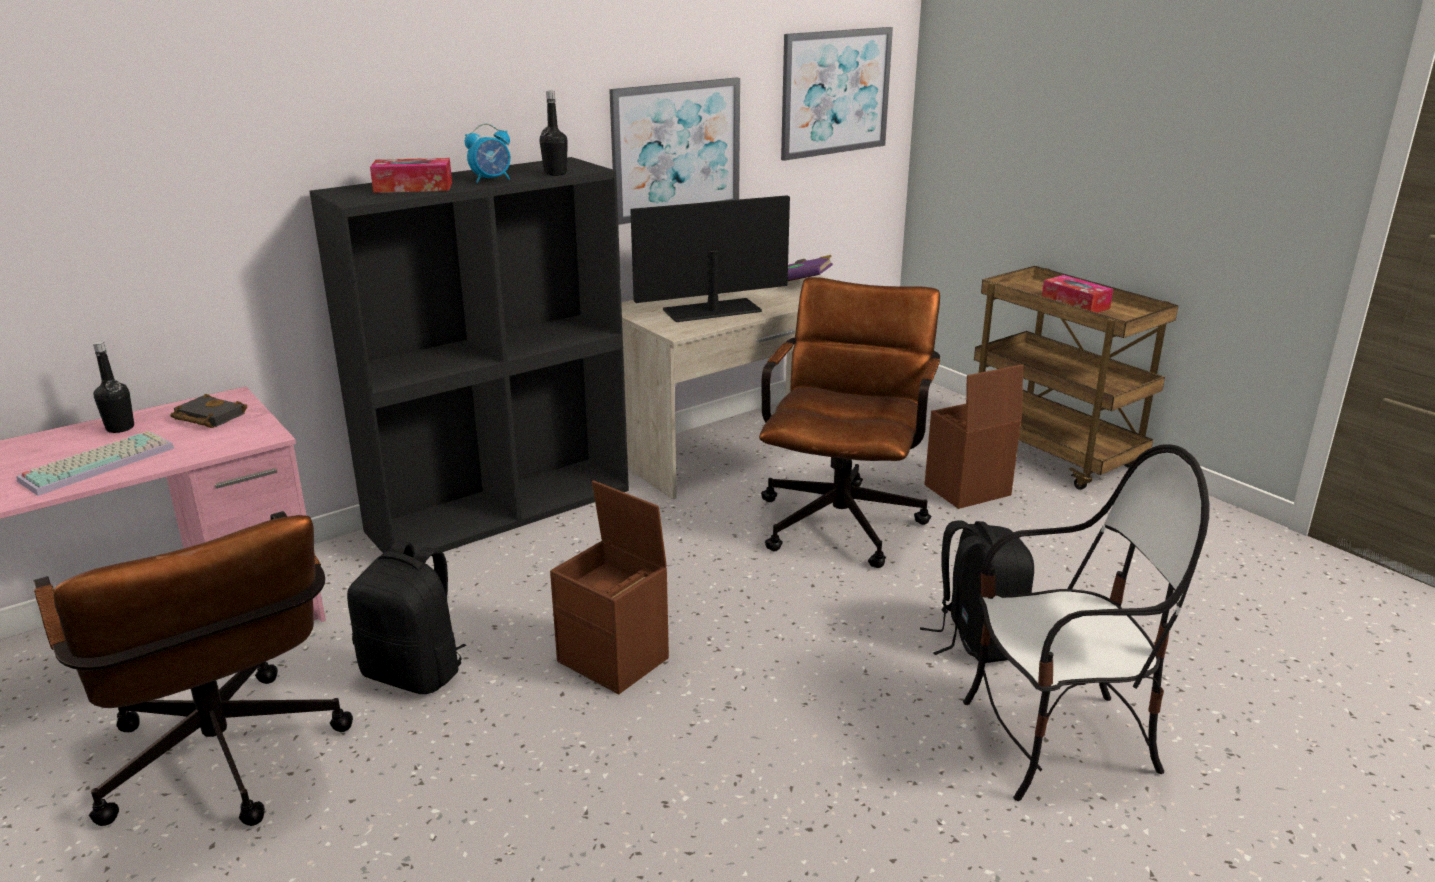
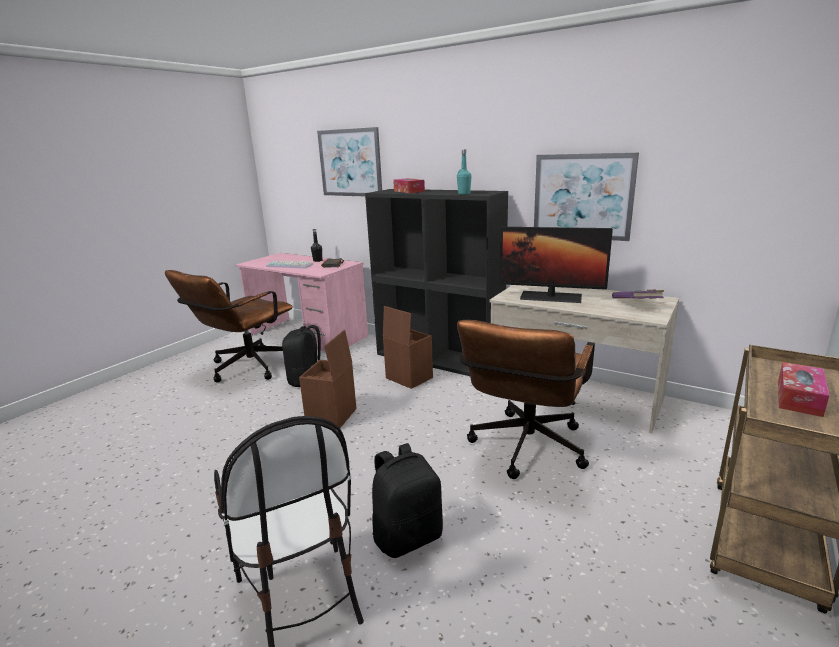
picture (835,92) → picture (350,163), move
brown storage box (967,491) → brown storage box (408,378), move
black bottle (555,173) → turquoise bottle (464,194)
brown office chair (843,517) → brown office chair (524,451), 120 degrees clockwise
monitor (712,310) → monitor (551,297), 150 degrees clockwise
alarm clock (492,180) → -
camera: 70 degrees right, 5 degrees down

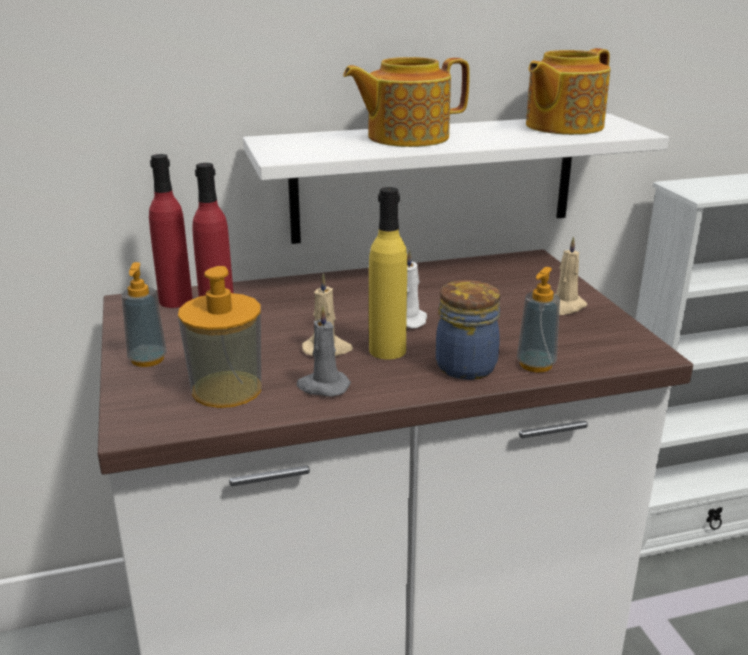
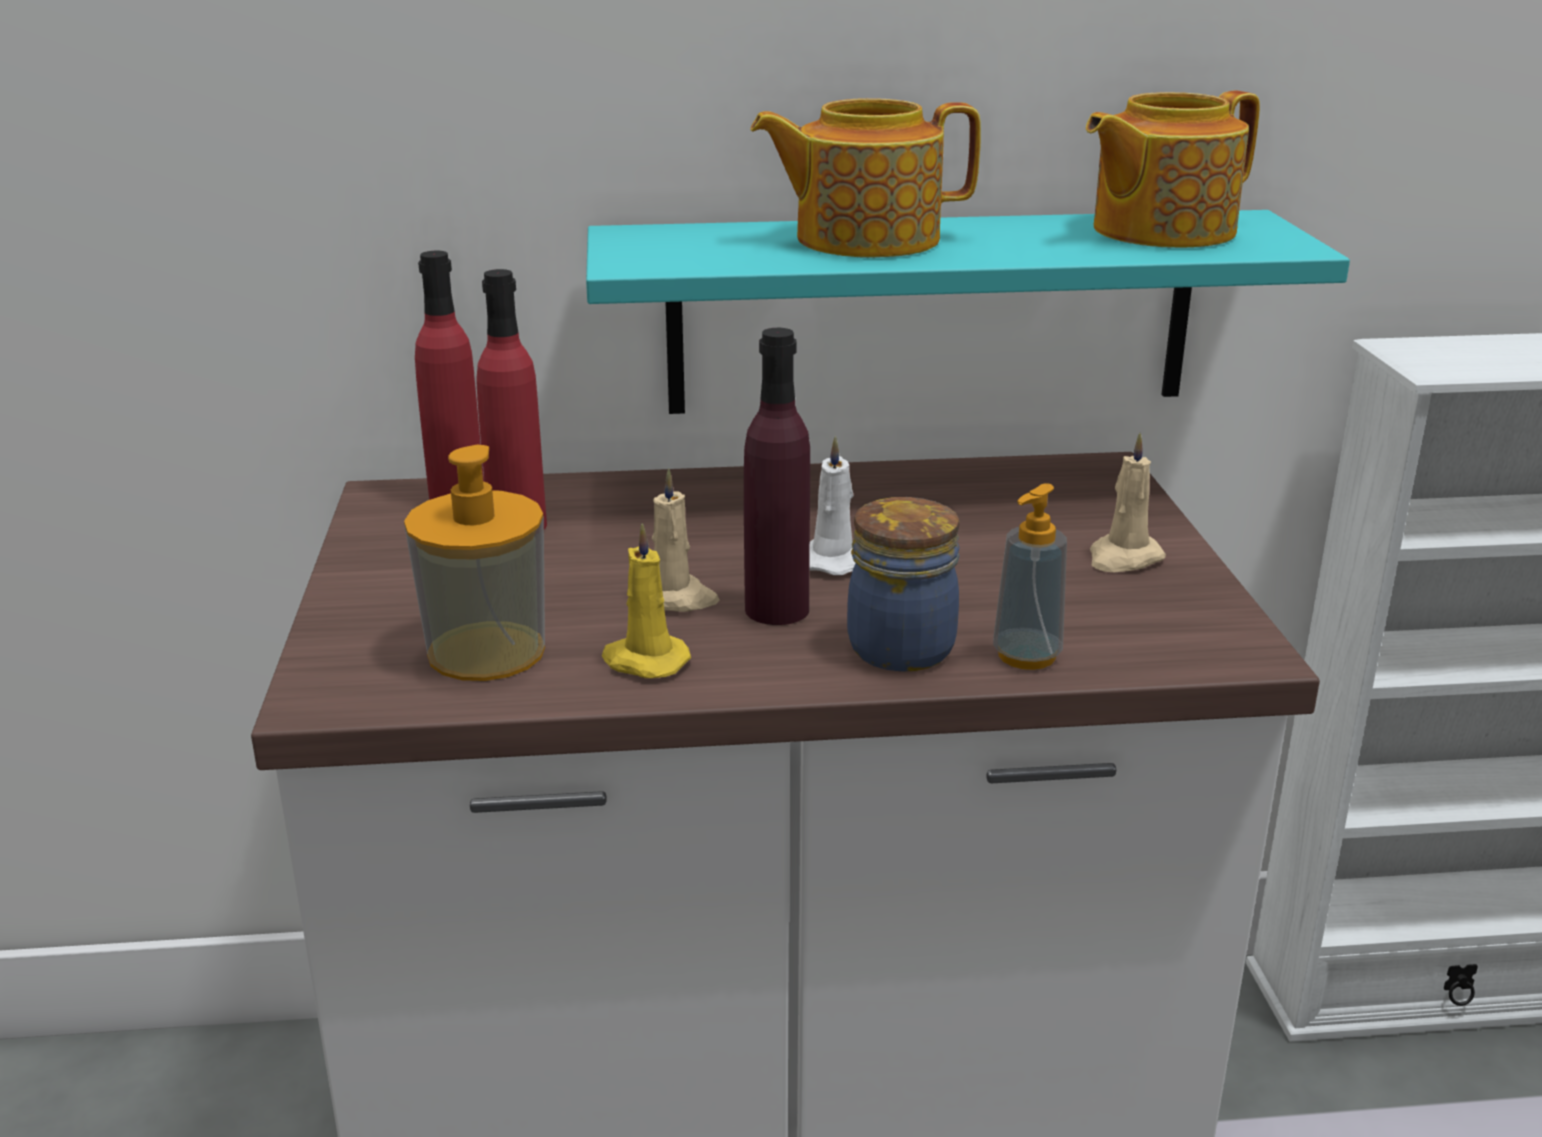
white shelf (435,178) → turquoise shelf (930,312)
grey candle (322,386) → yellow candle (644,661)
yellow bottle (387,350) → purple bottle (776,609)
soap dispenser (147,359) → -
camera: 10 degrees right, 0 degrees up

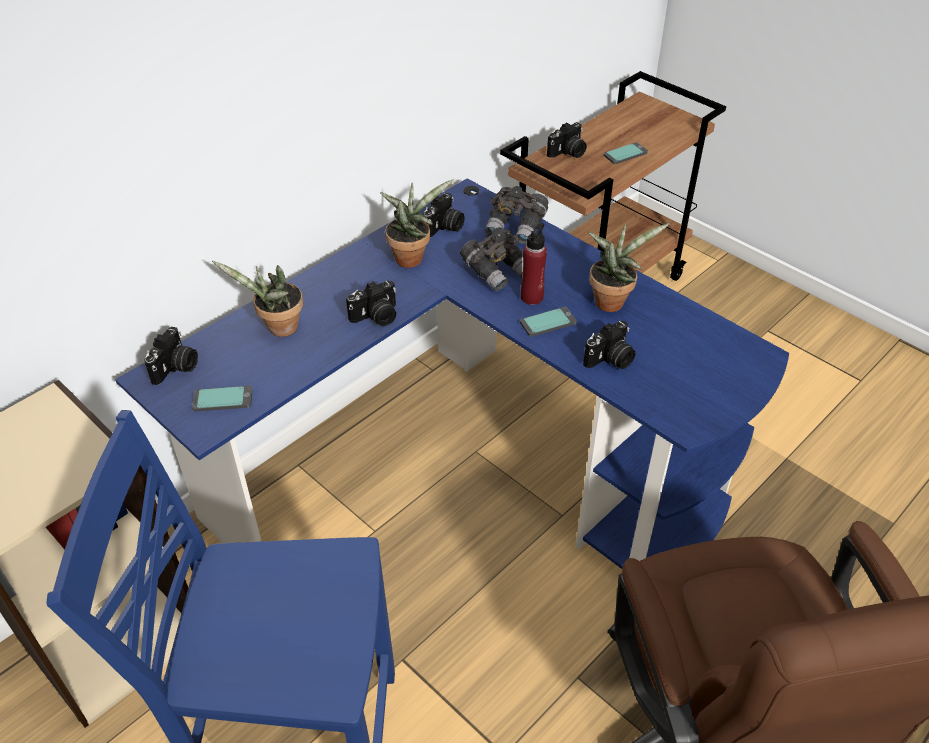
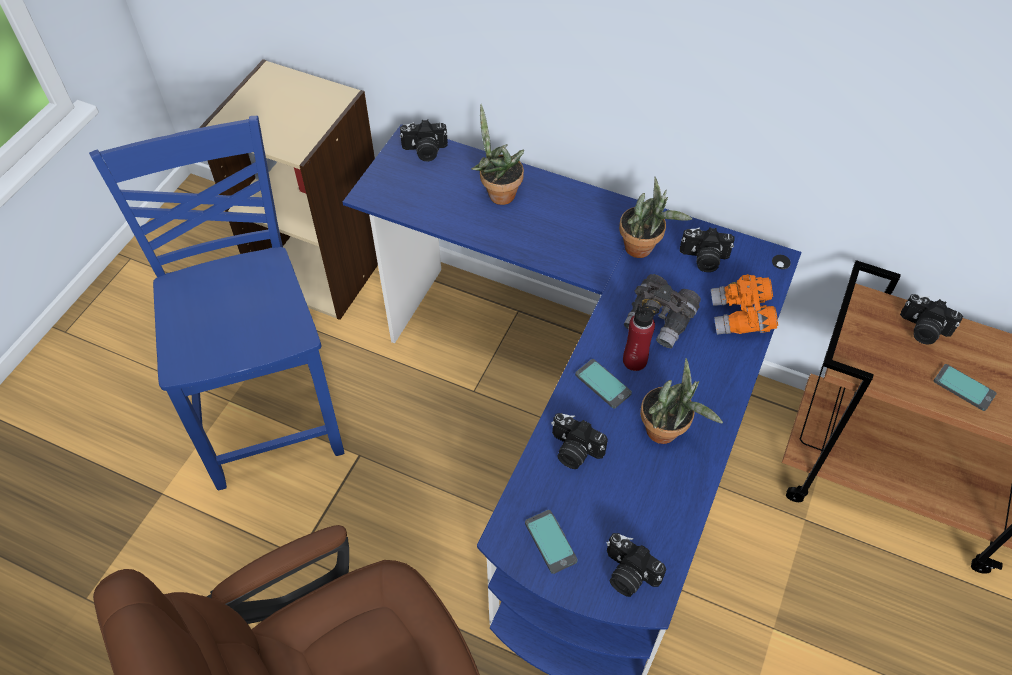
phone (223,399) → phone (551,541), move
photo camera (376,317) → photo camera (627,574), move
grey binoculars (516,227) → orange binoculars (741,317)
camera: 70 degrees right, 10 degrees up

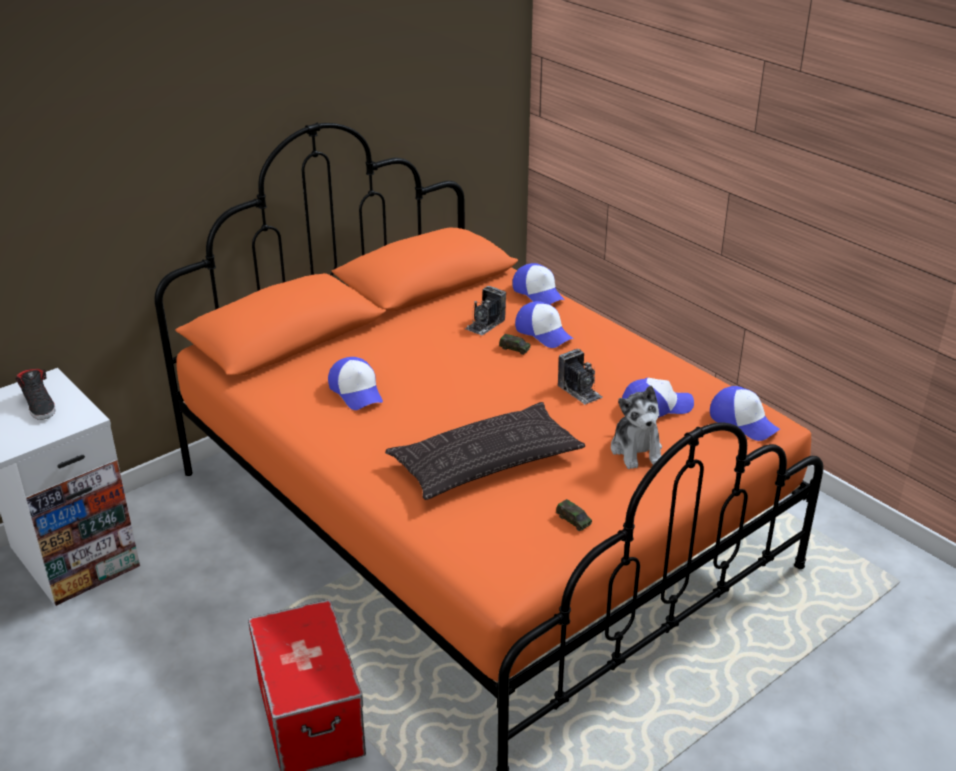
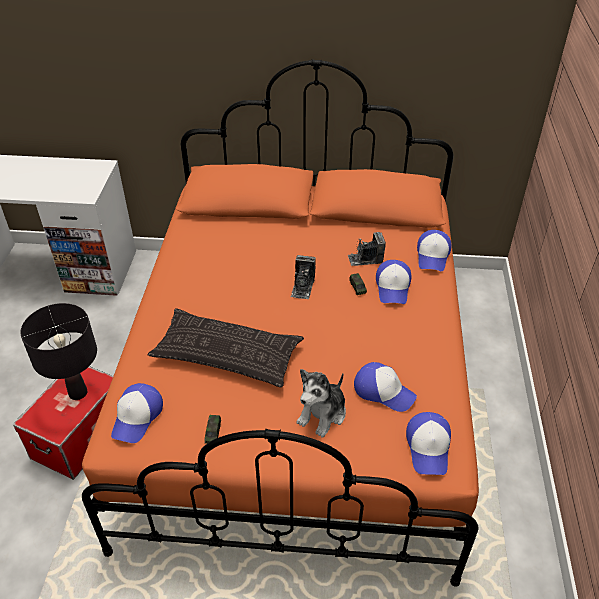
- → black table lamp (78,393)
cap (357,391) → cap (137,417), move
photo camera (579,391) → photo camera (303,287), move
black shoe (39,405) → -
camera: 45 degrees right, 10 degrees up

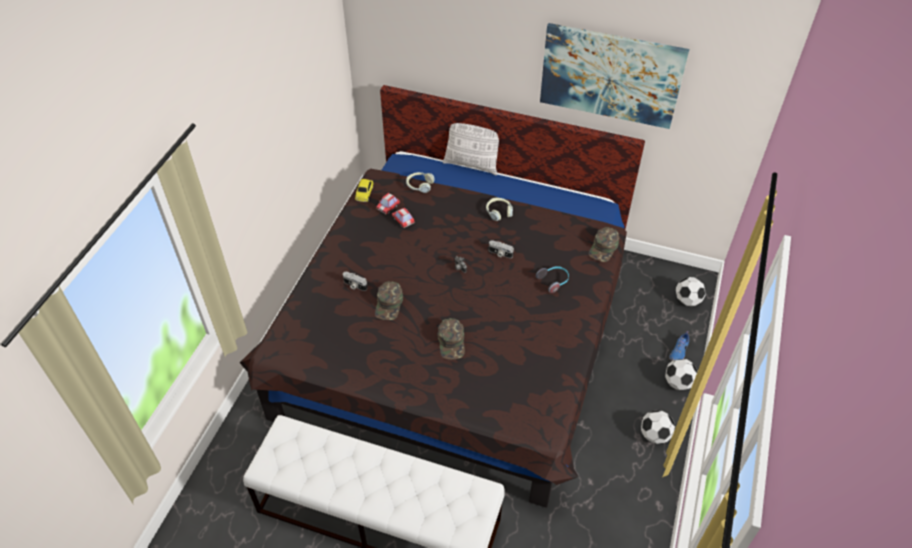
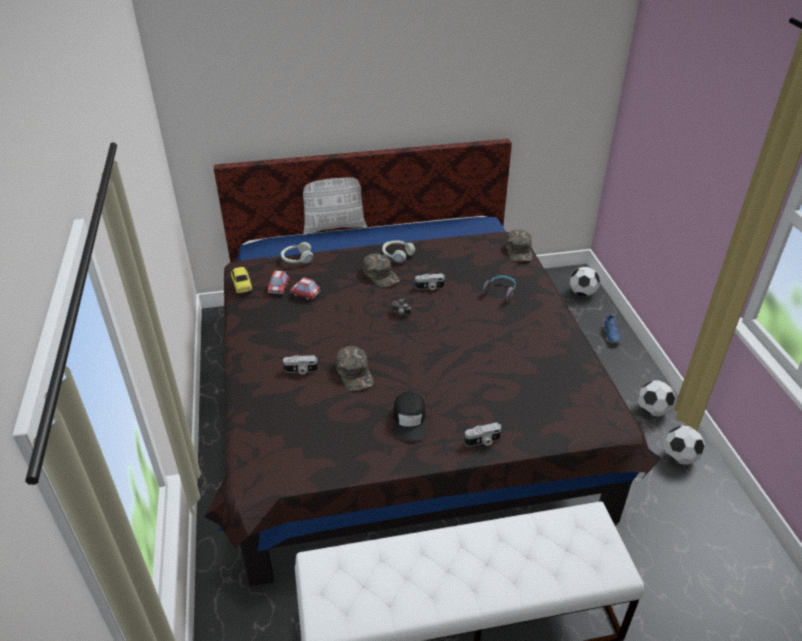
green cap (452,342) → green cap (381,275), move
- → black cap (410,420)
- → photo camera (482,441)
football (678,383) → football (679,457), move
picture (610,75) → -
camera: 30 degrees left, 10 degrees down

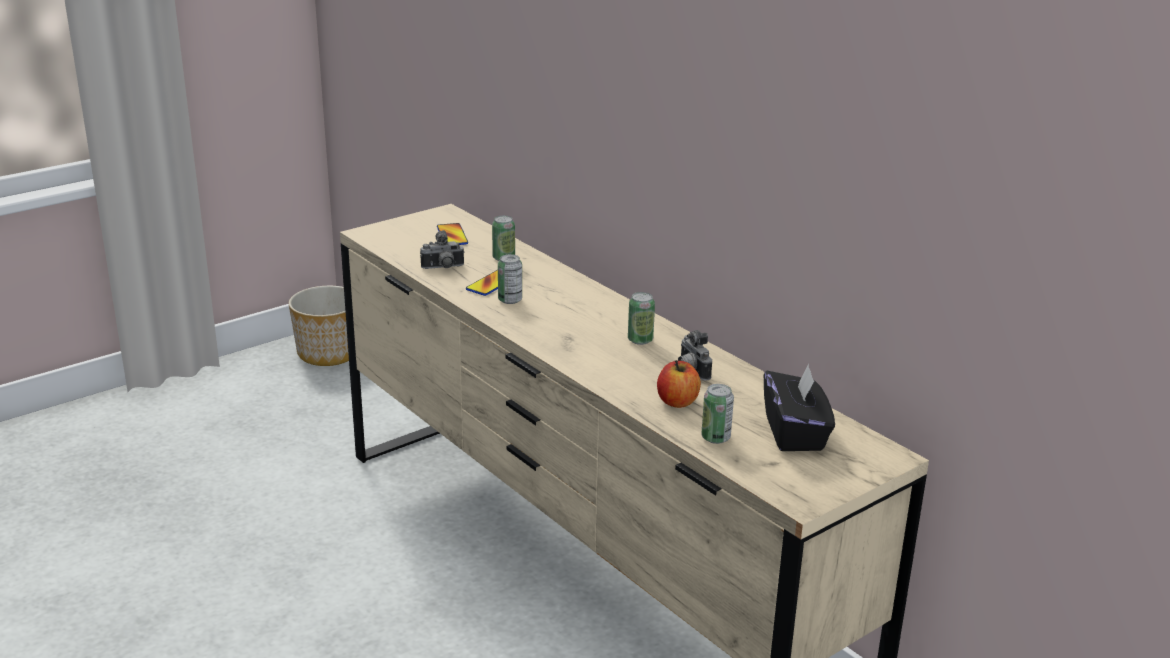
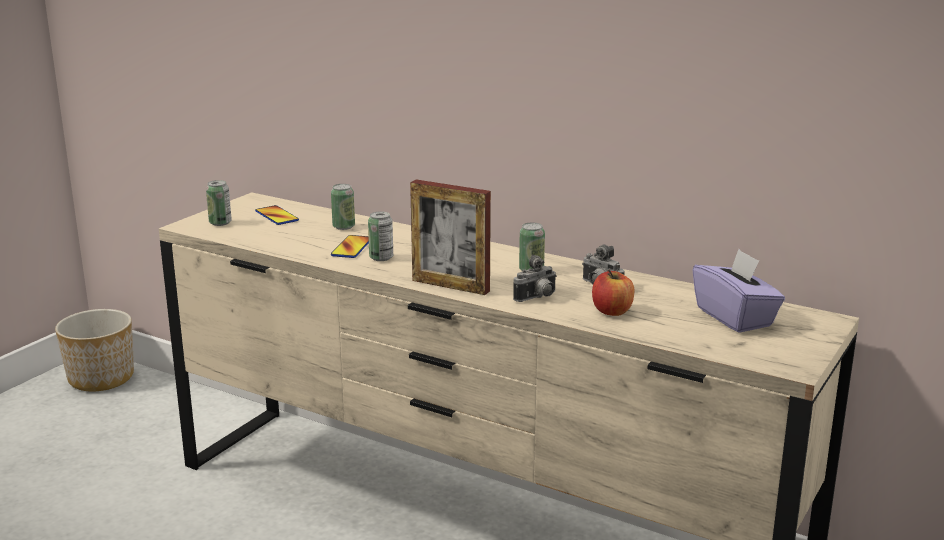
can (715,438) → can (220,223), move
- → picture frame (450,286)
photo camera (443,268) → photo camera (537,298), move
black tissue box (795,433) → purple tissue box (735,317)
camera: 20 degrees left, 5 degrees down

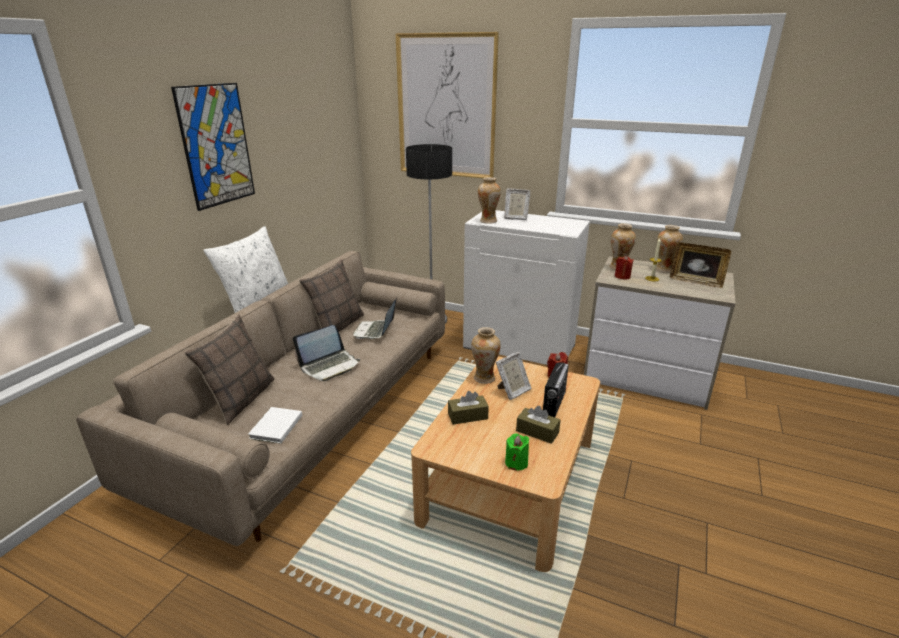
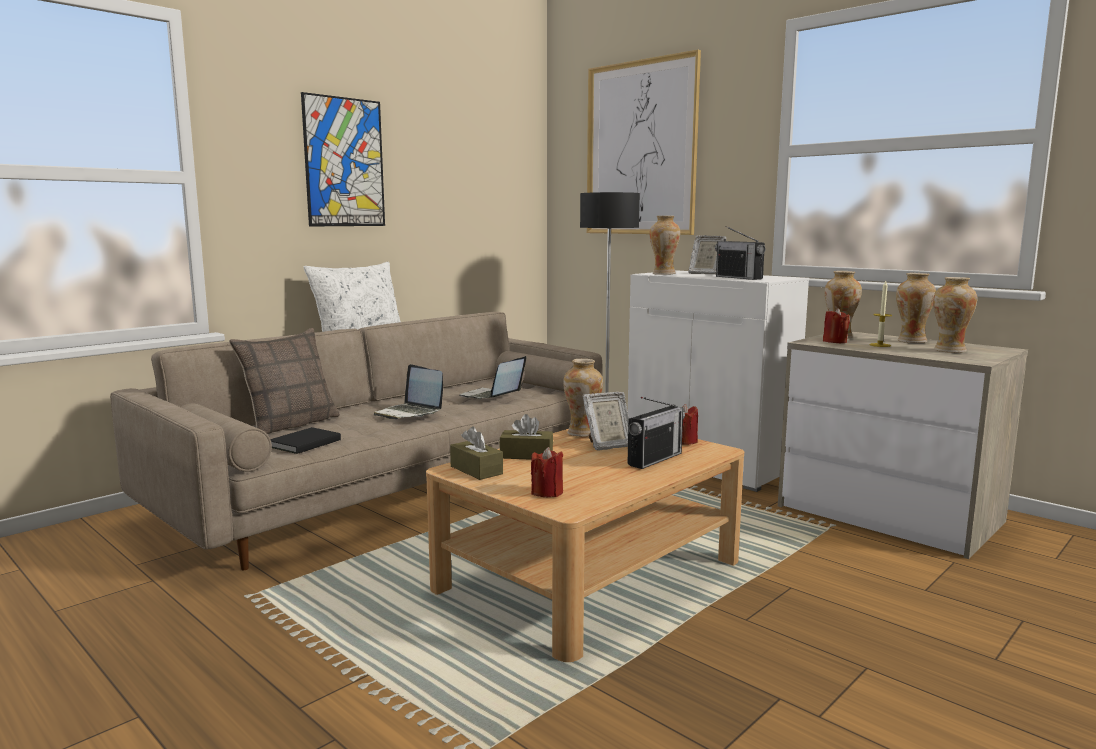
white book (275,427) → black book (303,443)
laptop (329,366) → laptop (410,413), 60 degrees clockwise
brown tissue box (537,432) → brown tissue box (476,470), move
green candle (516,463) → red candle (547,492)
- → radio (739,278)
picture frame (696,281) → vase (949,350)
pillow (337,325) → -
camera: 20 degrees right, 15 degrees down

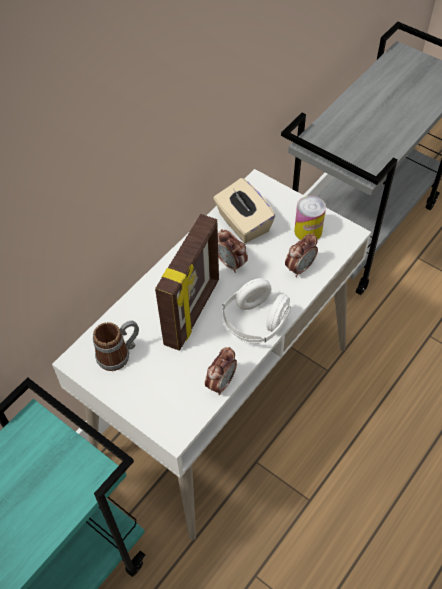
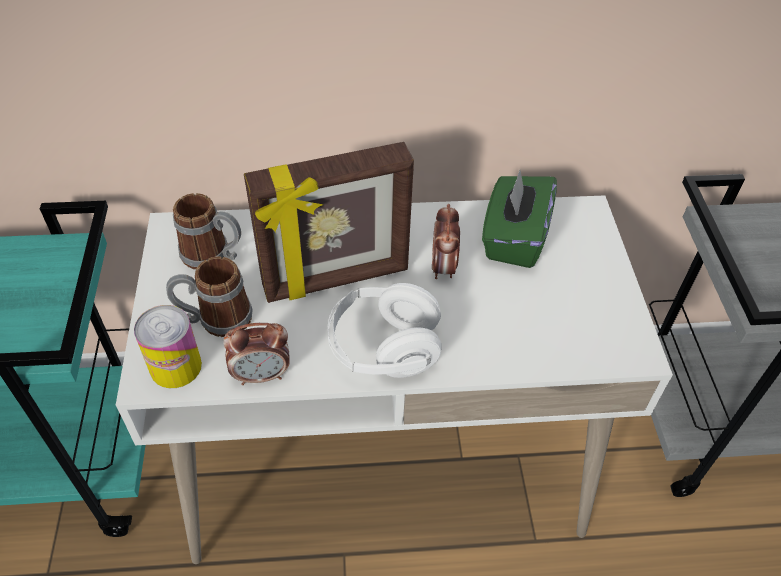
can (308,231) → can (176,366), move
- → mug (215,319)
beige tissue box (243,223) → green tissue box (513,238)
alarm clock (300,268) → -
camera: 45 degrees right, 5 degrees down

